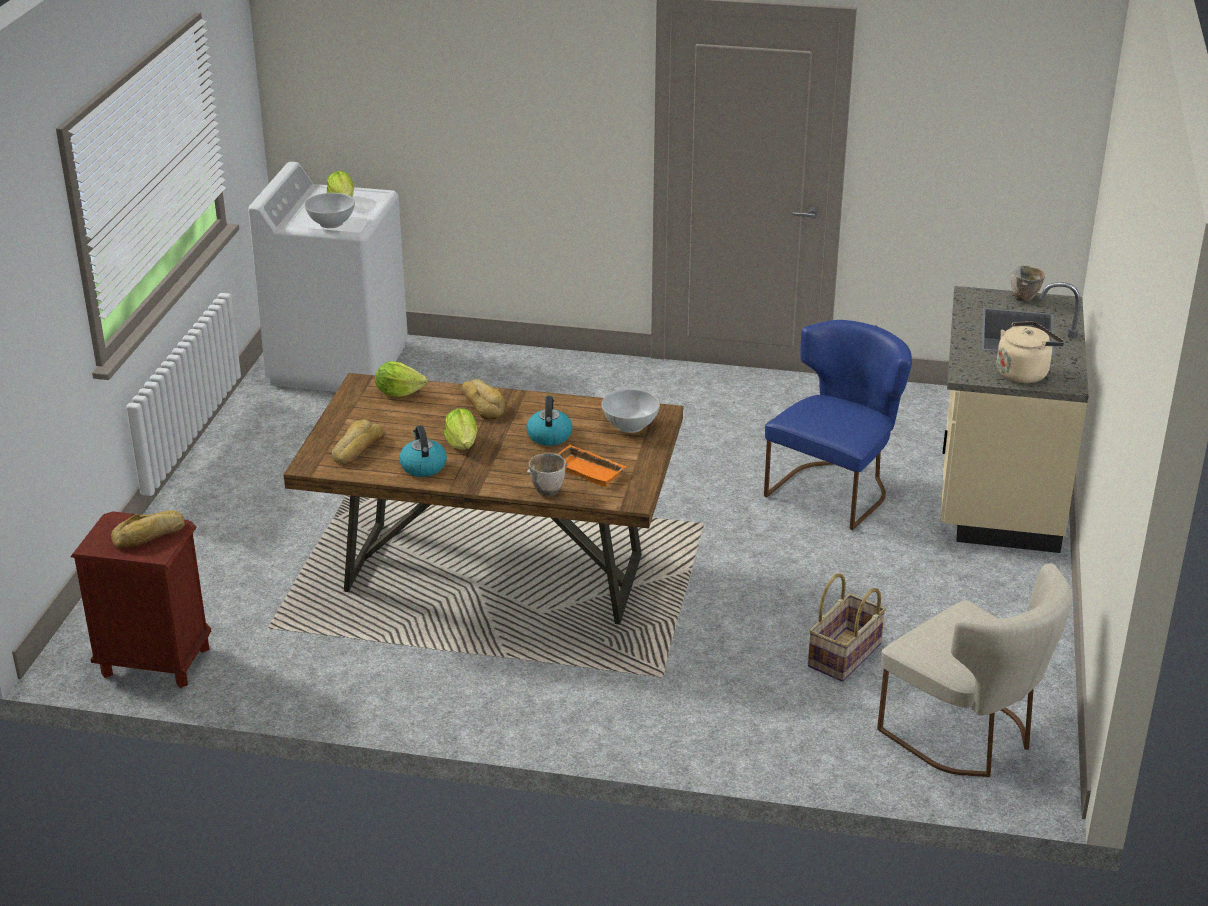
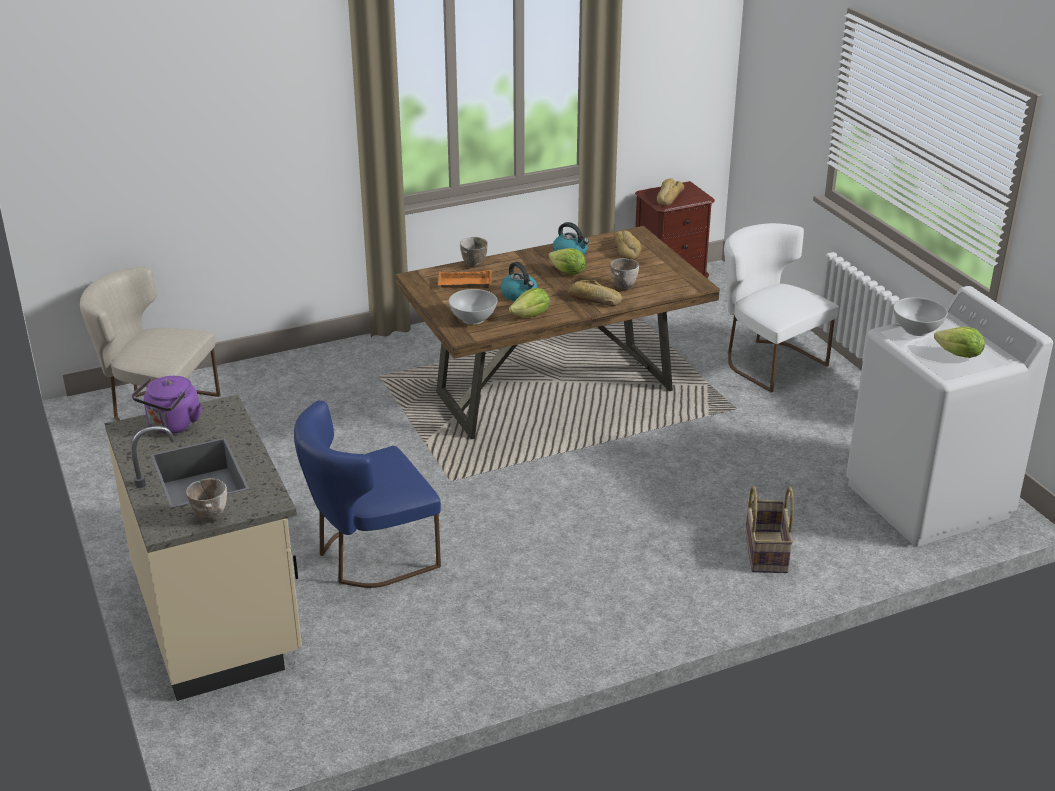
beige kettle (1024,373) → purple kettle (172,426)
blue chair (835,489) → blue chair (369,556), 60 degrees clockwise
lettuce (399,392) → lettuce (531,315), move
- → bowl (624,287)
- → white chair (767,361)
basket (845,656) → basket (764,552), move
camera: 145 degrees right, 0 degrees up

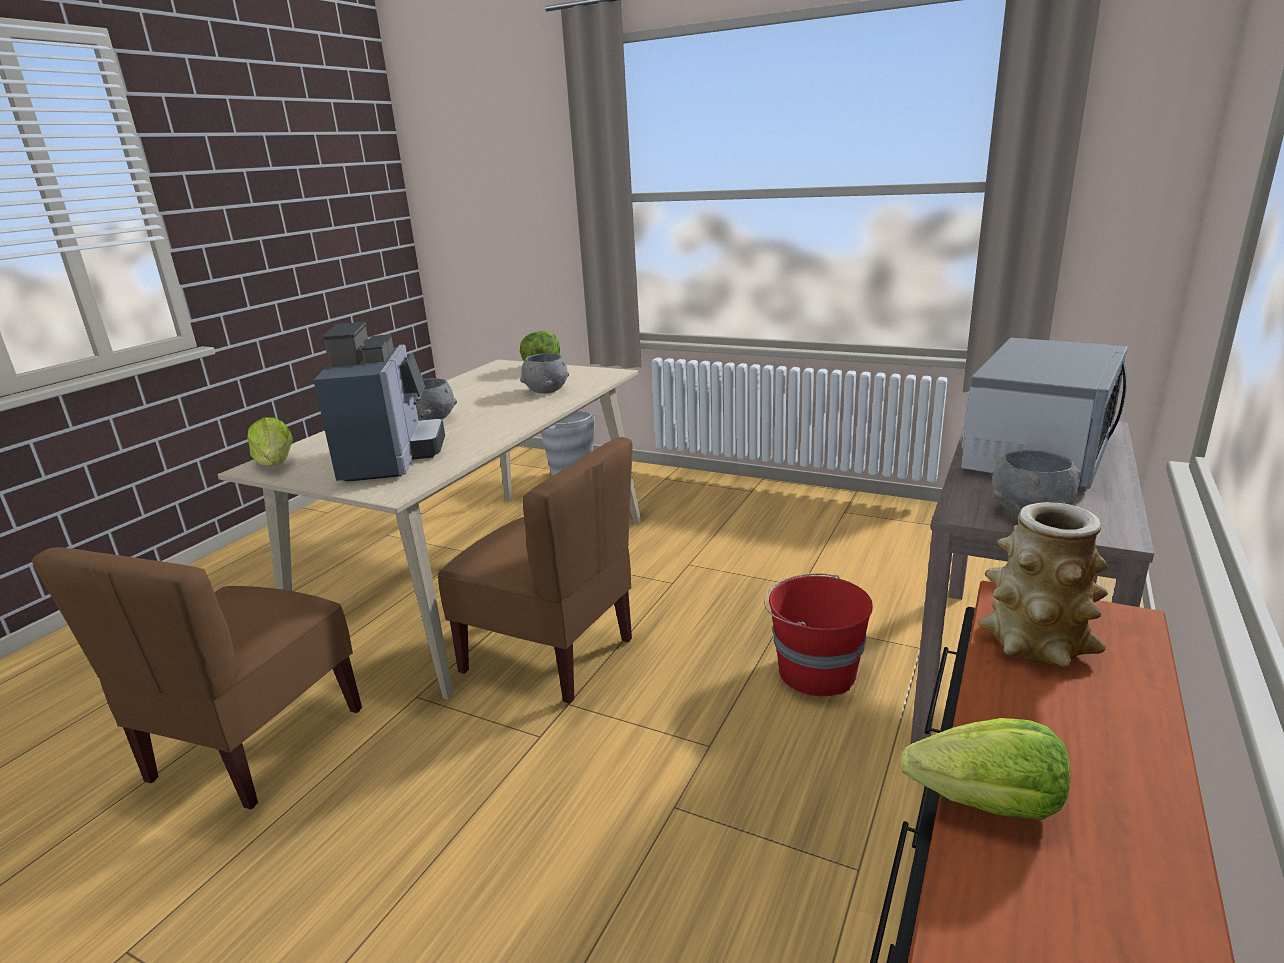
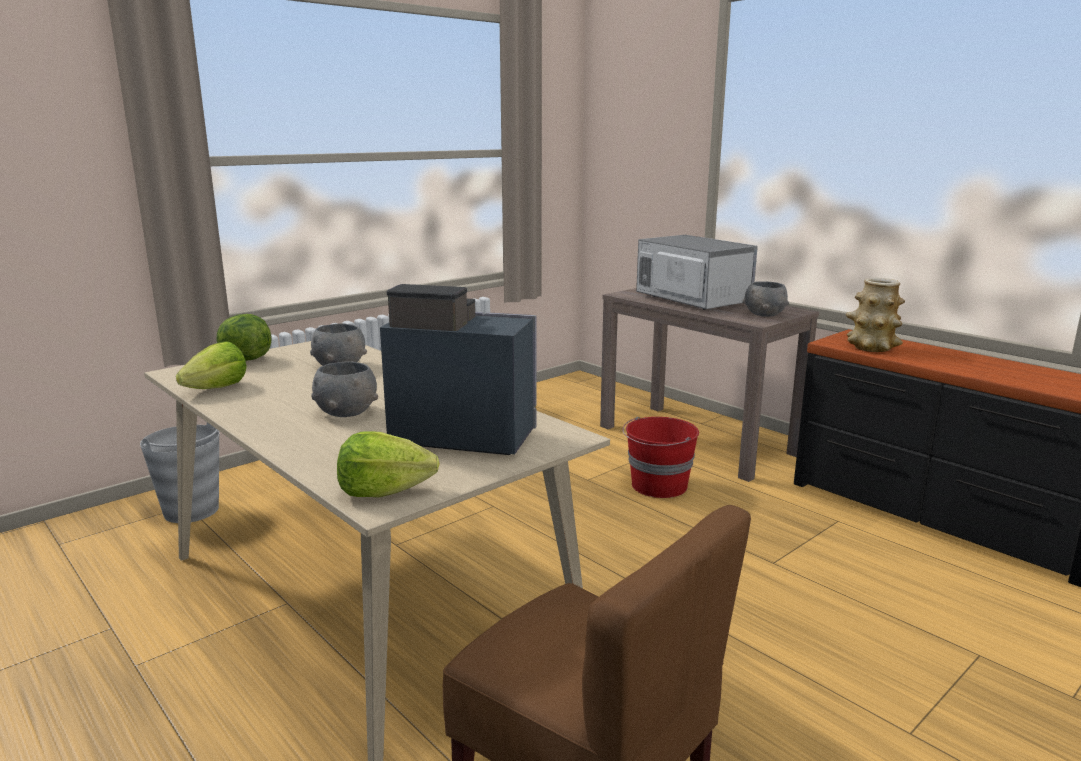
lettuce (988,804) → lettuce (217,388), move
brown chair (550,654) → -
camera: 70 degrees left, 5 degrees down

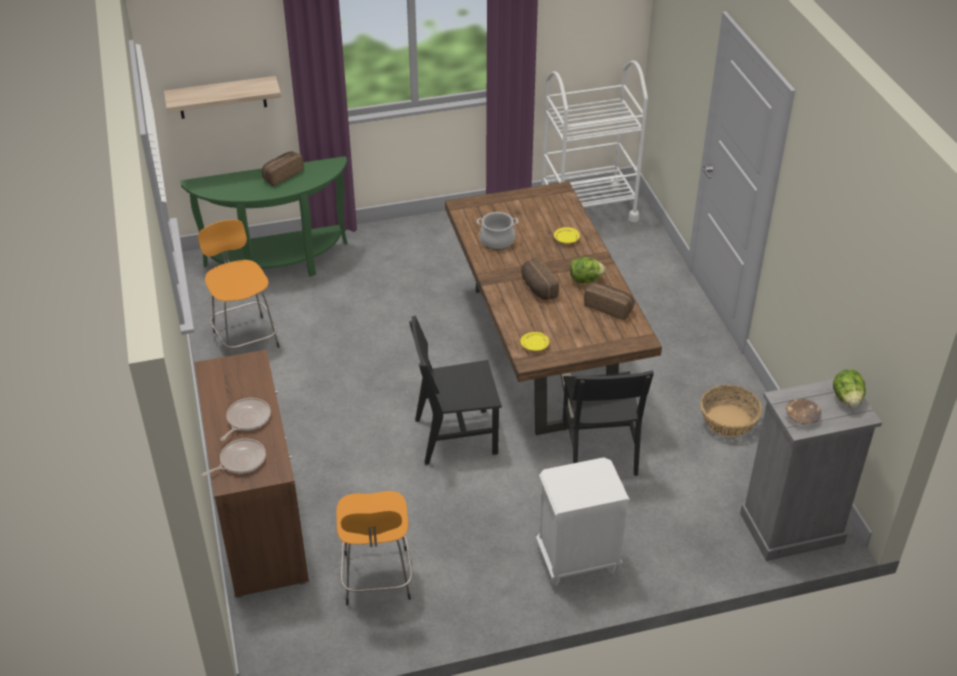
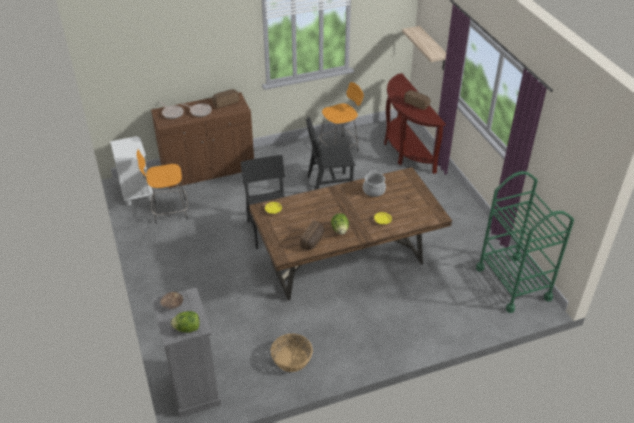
white nightstand (576,560) → white nightstand (137,193), move
bread (537,288) → bread (225,102), move
black chair (598,450) → black chair (329,185), move
green console table (278,264) → brown console table (405,150)
white cart (587,209) → green cart (513,283)
camera: 85 degrees right, 0 degrees up

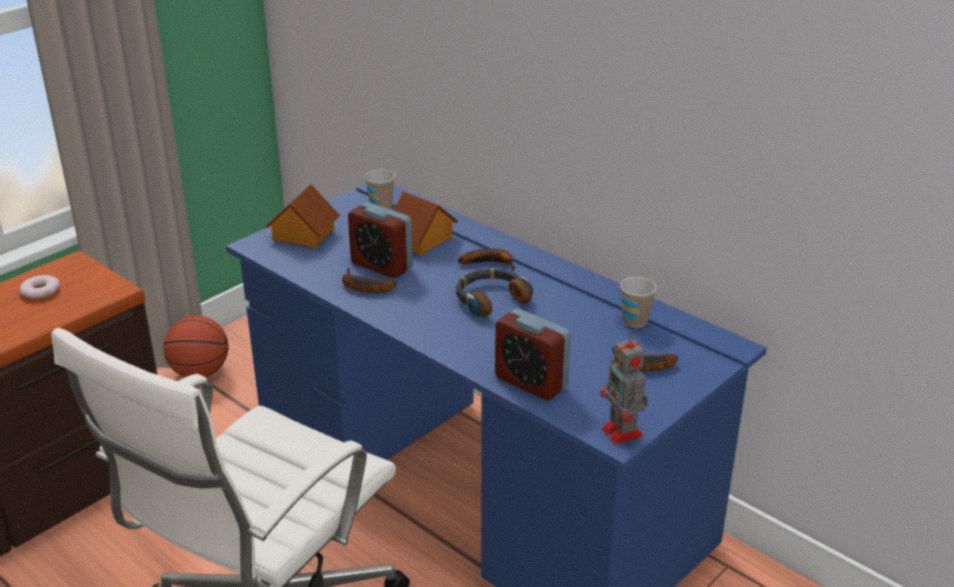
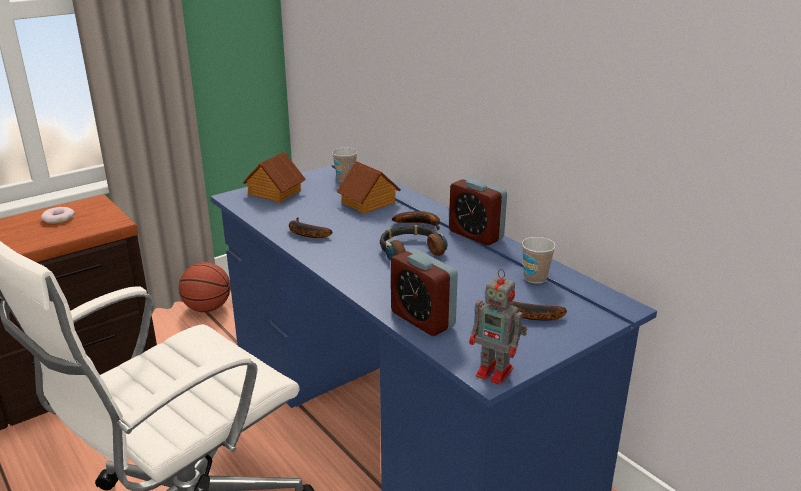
alarm clock (381,265) → alarm clock (476,235), move
toy robot (623,433) → toy robot (496,372), 45 degrees counterclockwise
camera: 10 degrees right, 5 degrees down

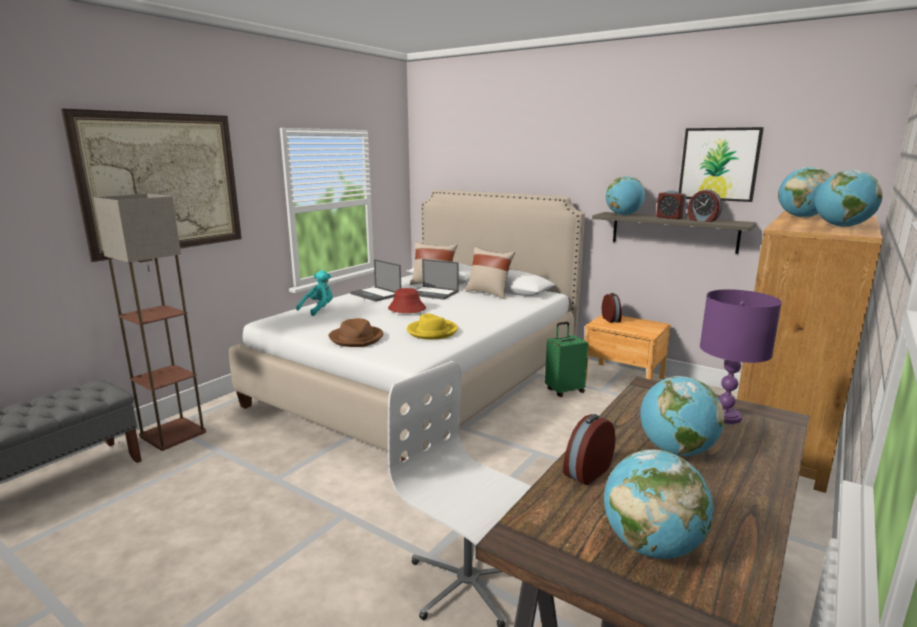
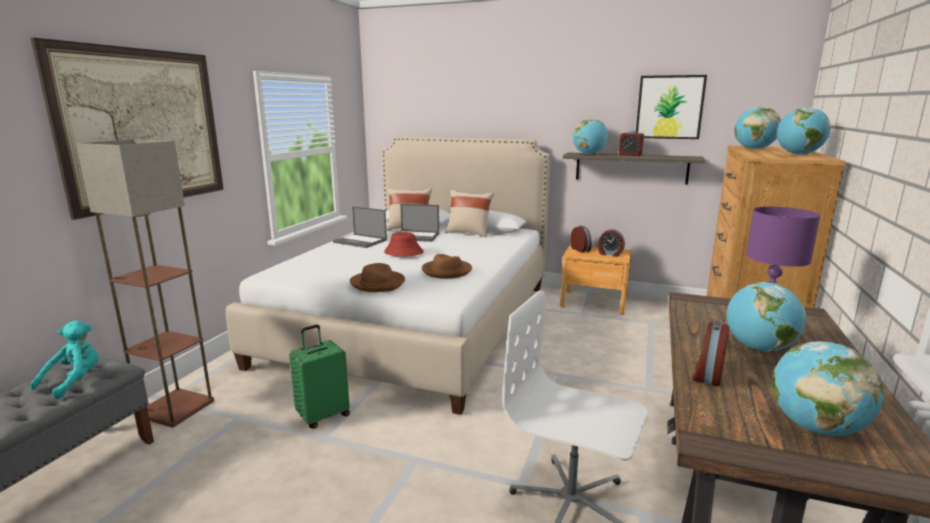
turquoise plush toy (319,309) → turquoise plush toy (74,381), move
green suitcase (564,390) → green suitcase (323,415), move
yellow hat (432,331) → brown hat (446,271)
alarm clock (702,220) → alarm clock (610,254), move
camera: 15 degrees left, 0 degrees up

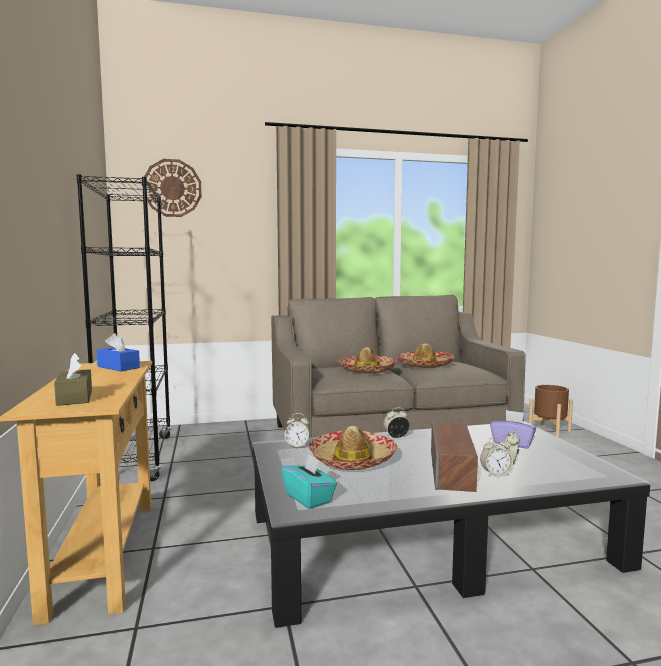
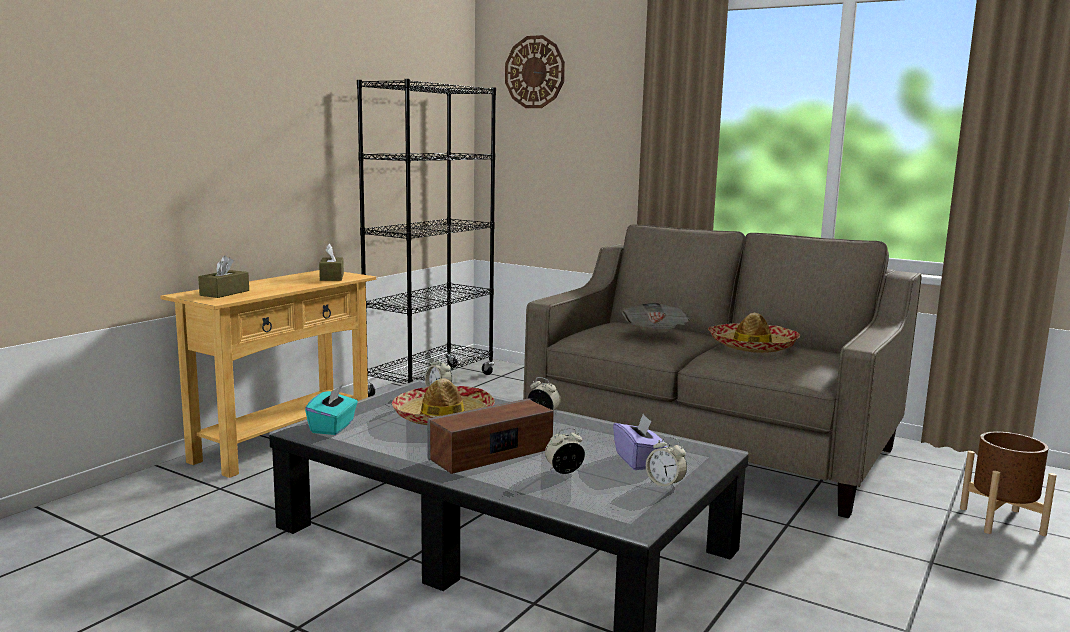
blue tissue box (118,367) → brown tissue box (332,277)
hat (367,370) → newspaper (654,336)
alarm clock (495,474) → alarm clock (665,484), move
camera: 45 degrees right, 5 degrees up

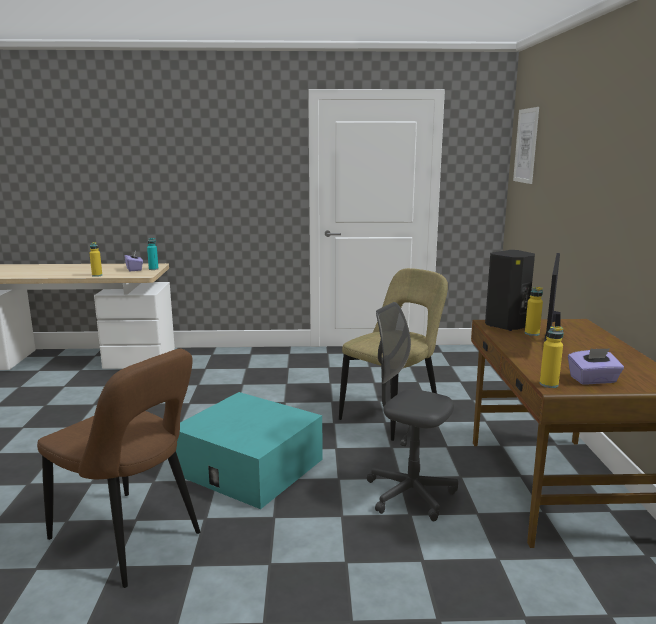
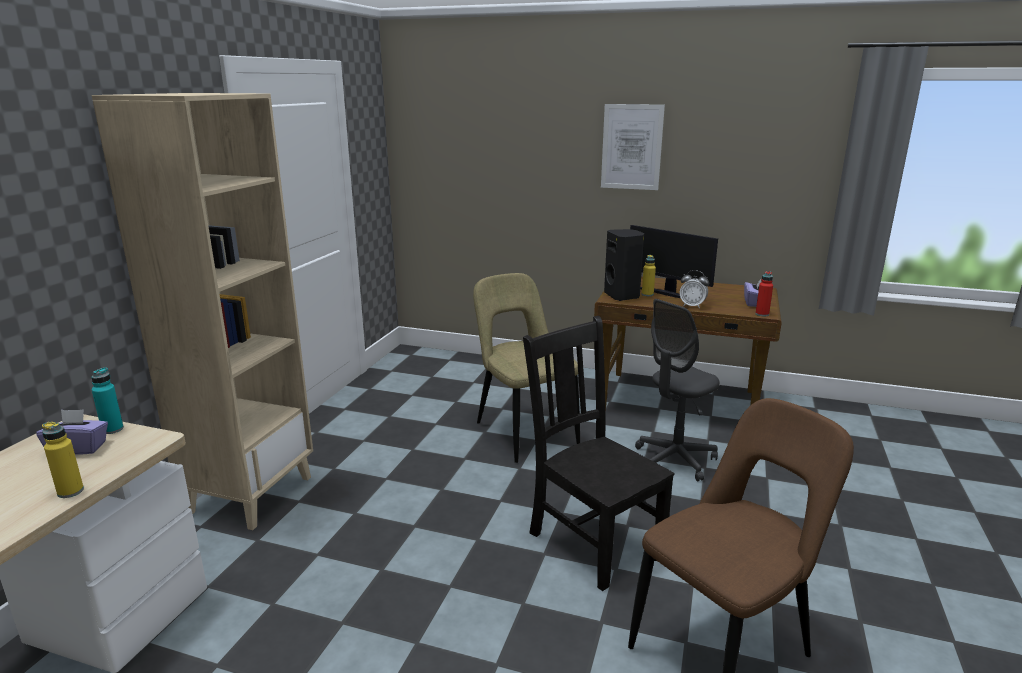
- → beige bookcase (251,494)
turquoise storage box (249,466) → black chair (593,540)
picture (526,146) → picture (631,147), move
- → alarm clock (692,306)
yellow bottle (548,384) → red bottle (762,314)
camera: 70 degrees left, 5 degrees up

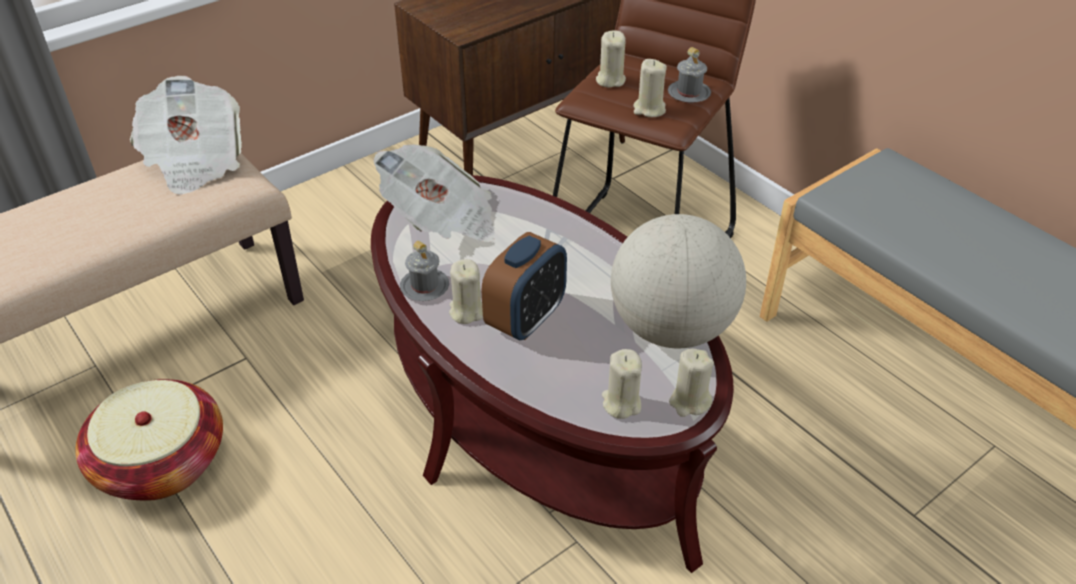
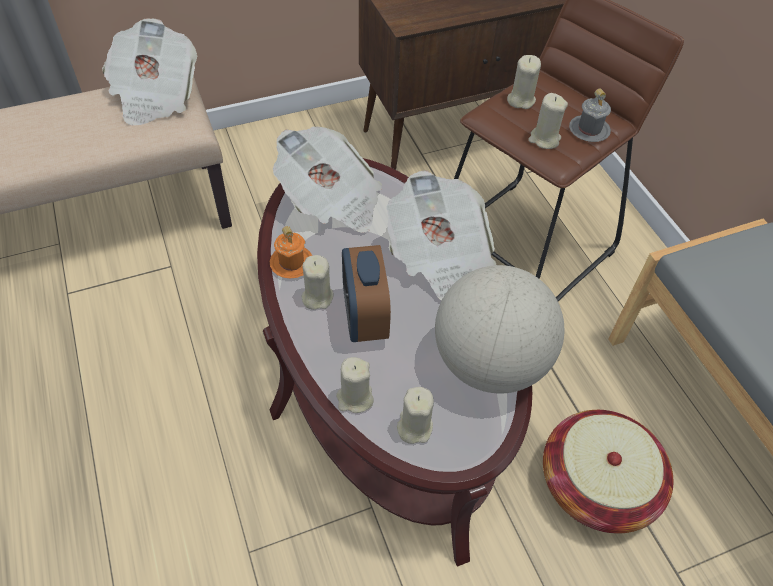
grey mug (424,286) → orange mug (291,263)
beige candle (689,402) → beige candle (354,398), move
alarm clock (526,319) → alarm clock (365,318), 120 degrees clockwise
- → newspaper (439,257)
basket (162,463) → basket (597,484), move
camera: 15 degrees right, 10 degrees up

